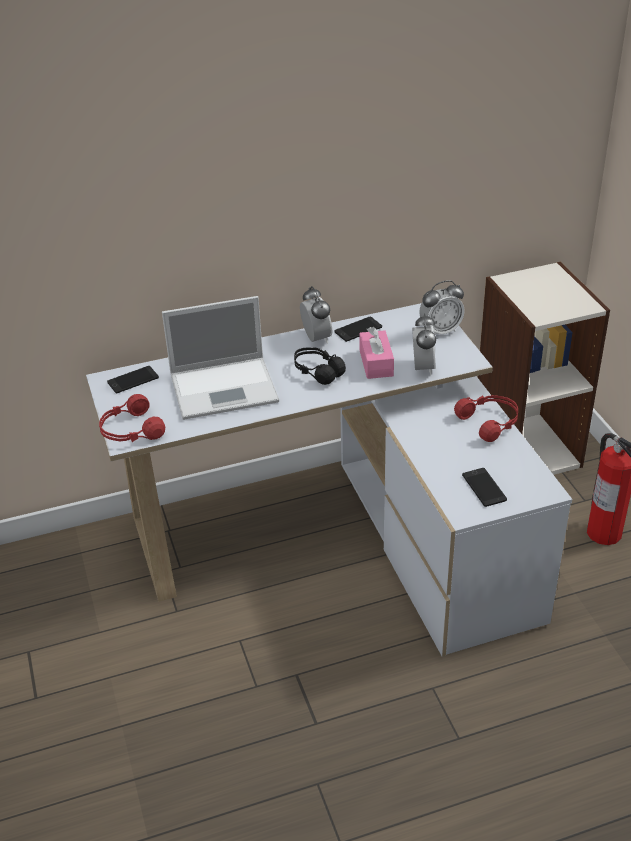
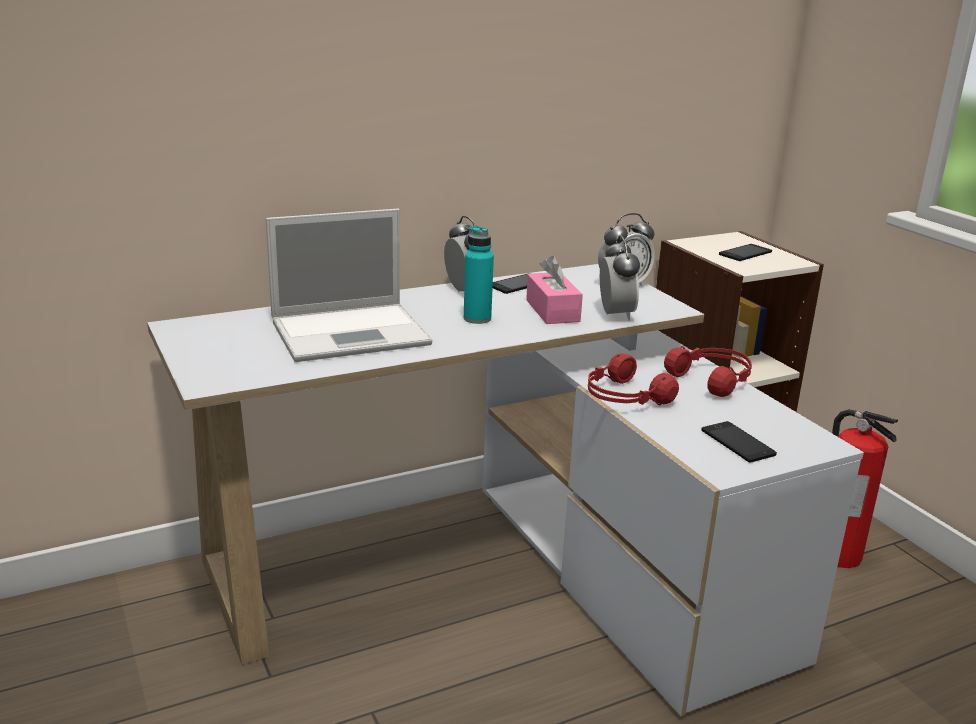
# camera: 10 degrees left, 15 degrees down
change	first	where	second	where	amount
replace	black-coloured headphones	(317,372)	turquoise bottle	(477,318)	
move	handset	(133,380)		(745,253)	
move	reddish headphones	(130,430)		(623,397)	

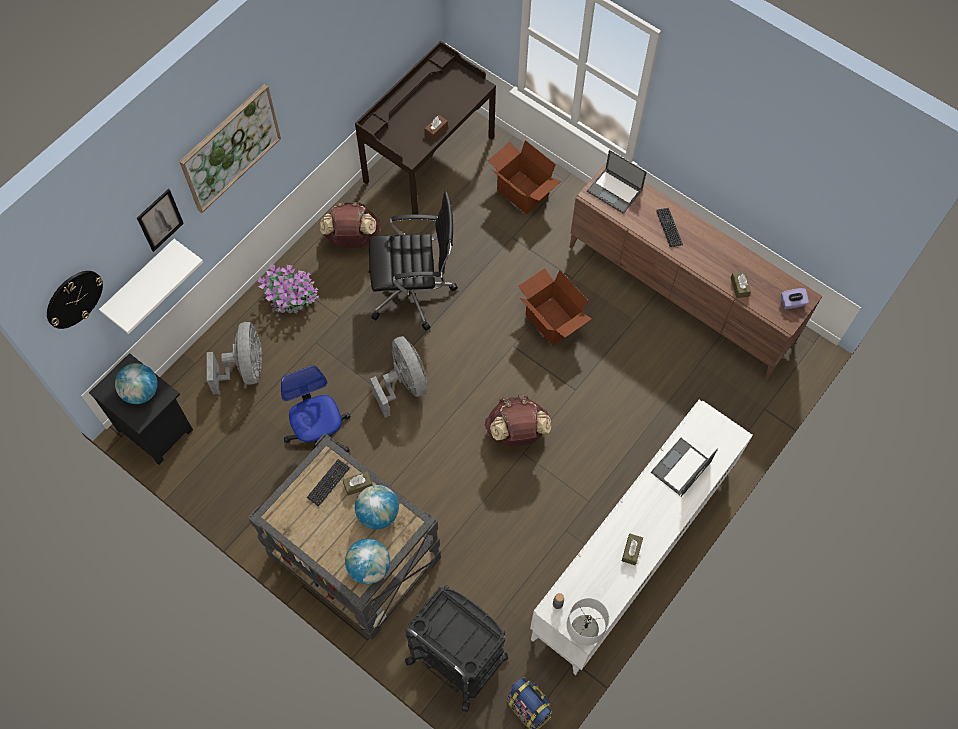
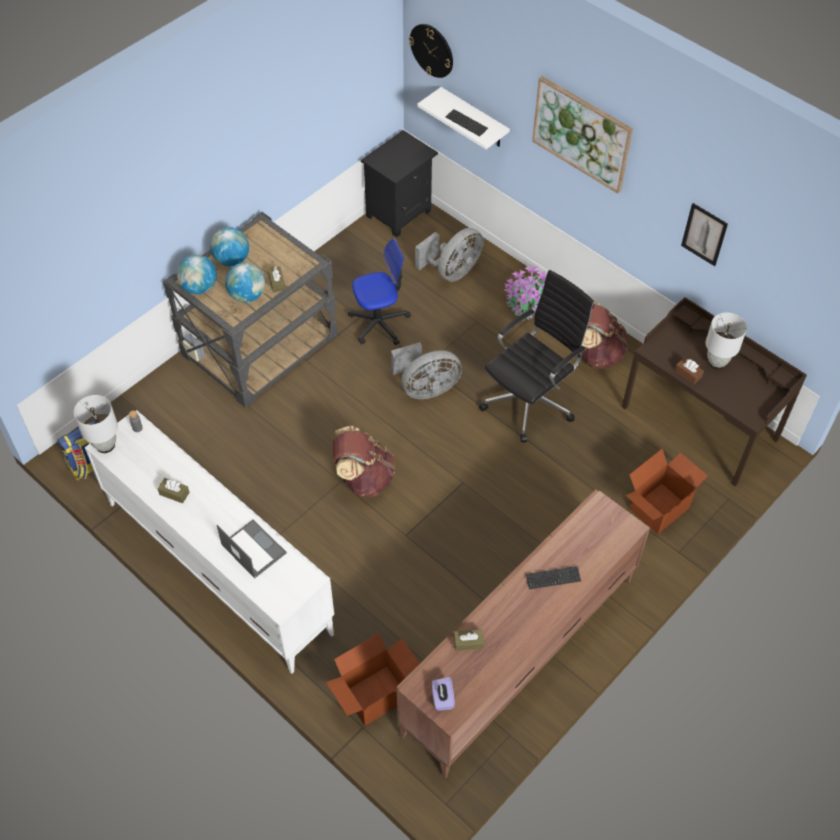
# camera: 95 degrees right, 10 degrees down
change	first	where	second	where	amount
delete	notebook computer	(615,191)			
move	picture	(160,220)		(704,234)	
rotate	black-coloured desk chair	(413,292)		(531,401)	135 degrees counterclockwise
move	packing box	(551,321)		(375,694)	
rotate	grey electric fan	(245,369)		(452,271)	45 degrees counterclockwise
move	world globe	(141,392)		(231,260)	
move	computer keyboard	(328,483)		(466,123)	
delete	black-coloured trolley	(457,659)			
insert			white-coloured tabletop lamp	(717,362)	

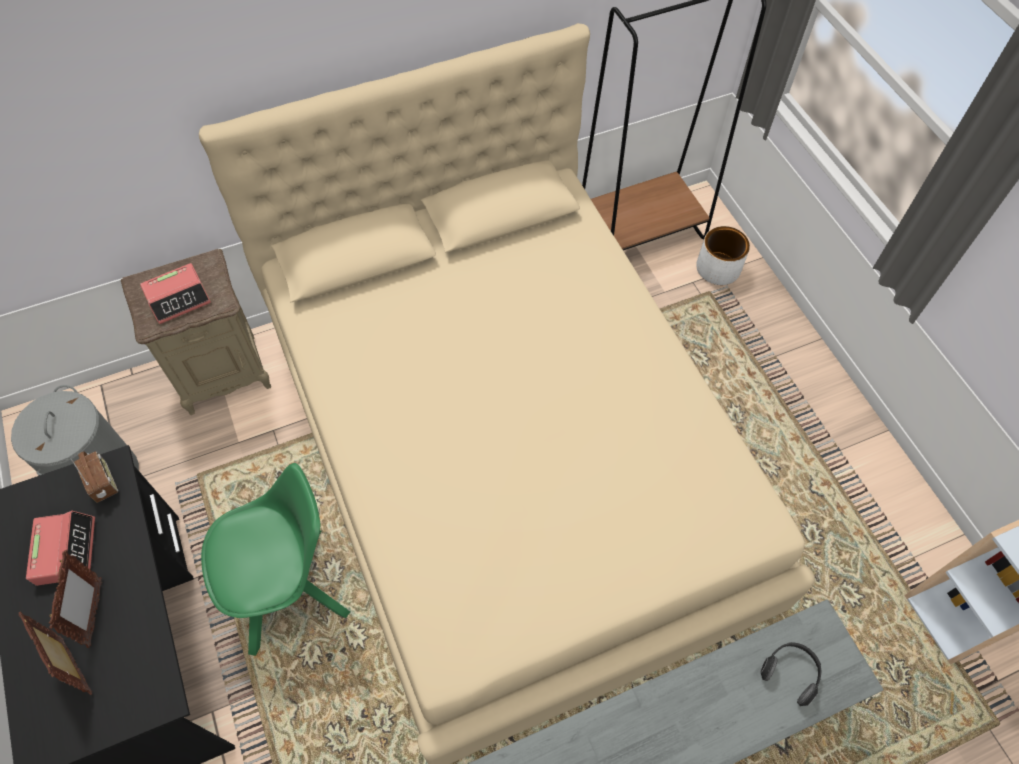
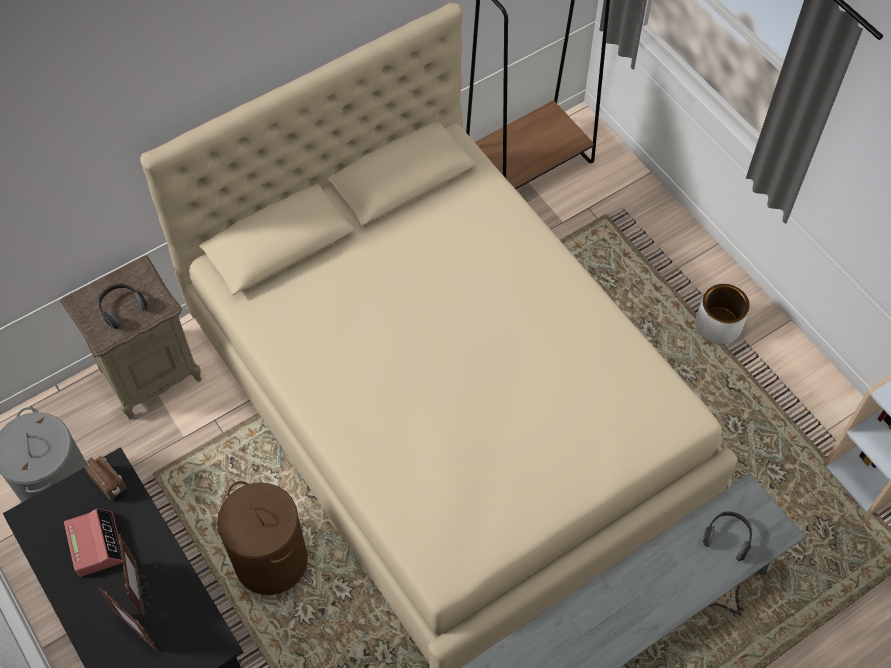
# camera: 10 degrees left, 0 degrees up
change	first	where	second	where	amount
move	white-coloured planter	(717,269)		(718,325)	
replace	alarm clock	(178,298)	headphones	(122,308)	
replace	green chair	(291,589)	brownish hamper	(271,560)	

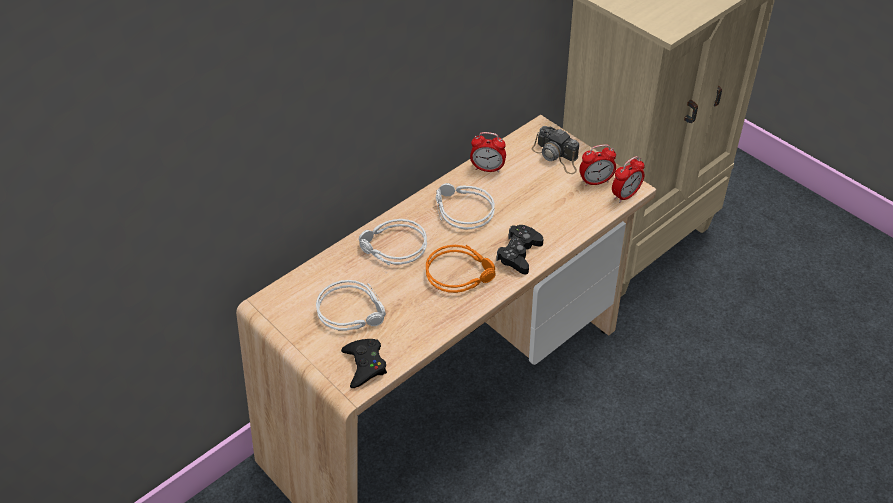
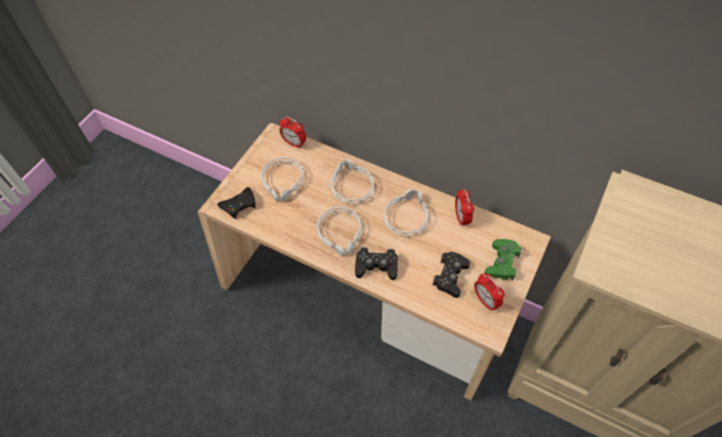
# camera: 70 degrees right, 10 degrees up
change	first	where	second	where	amount
replace	photo camera	(557,156)	green gamepad	(502,262)	
move	alarm clock	(625,195)		(294,143)	
recolor	orange-coloured headphones	(461,272)	grey headphones	(342,233)	
insert			black-coloured gamepad	(450,276)	

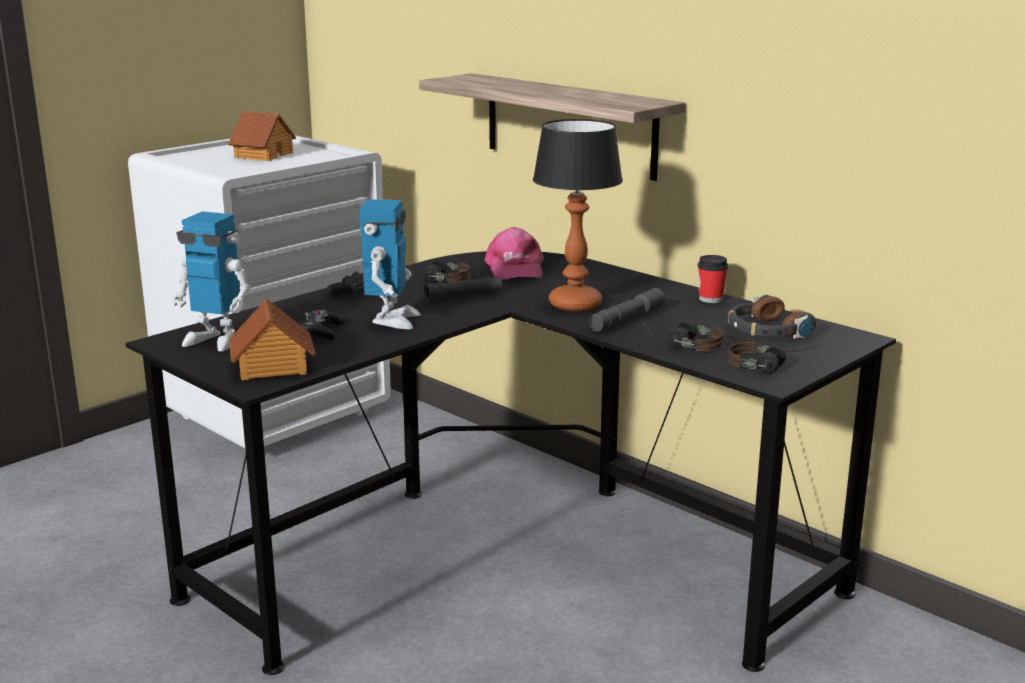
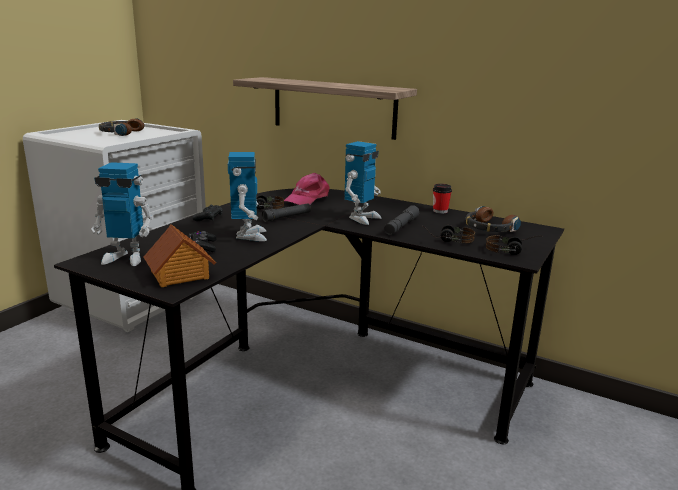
# camera: 15 degrees left, 0 degrees up
change	first	where	second	where	amount
replace	miniature house	(263,155)	headphones	(120,132)	
replace	tabletop lamp	(574,304)	toy robot	(361,218)	
rotate	pinkish peaked cap	(514,268)		(307,199)	60 degrees clockwise

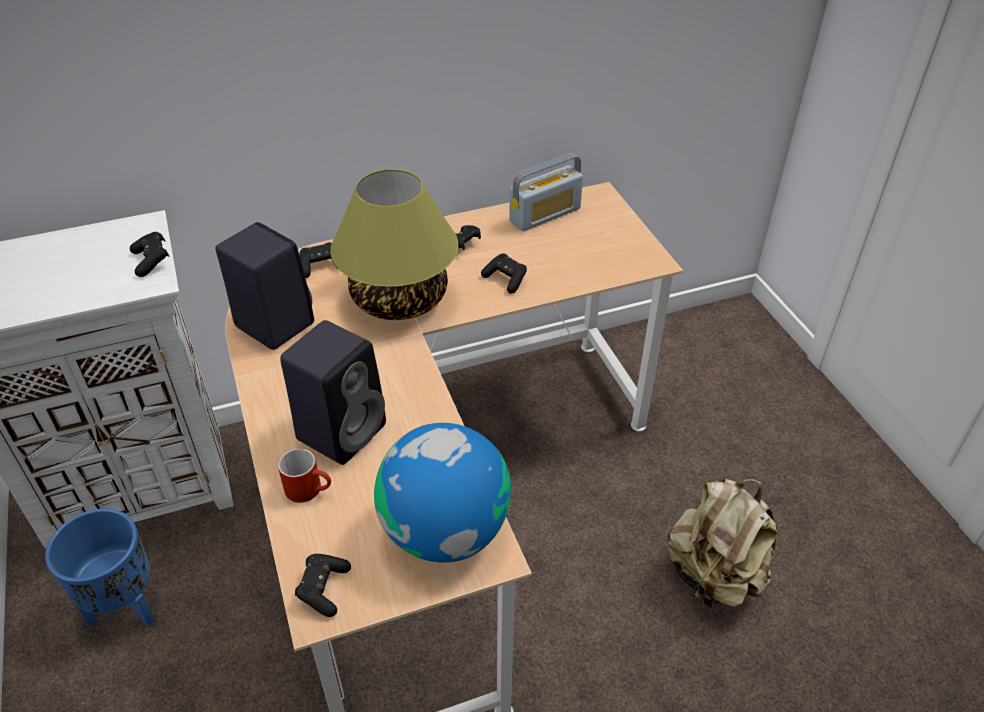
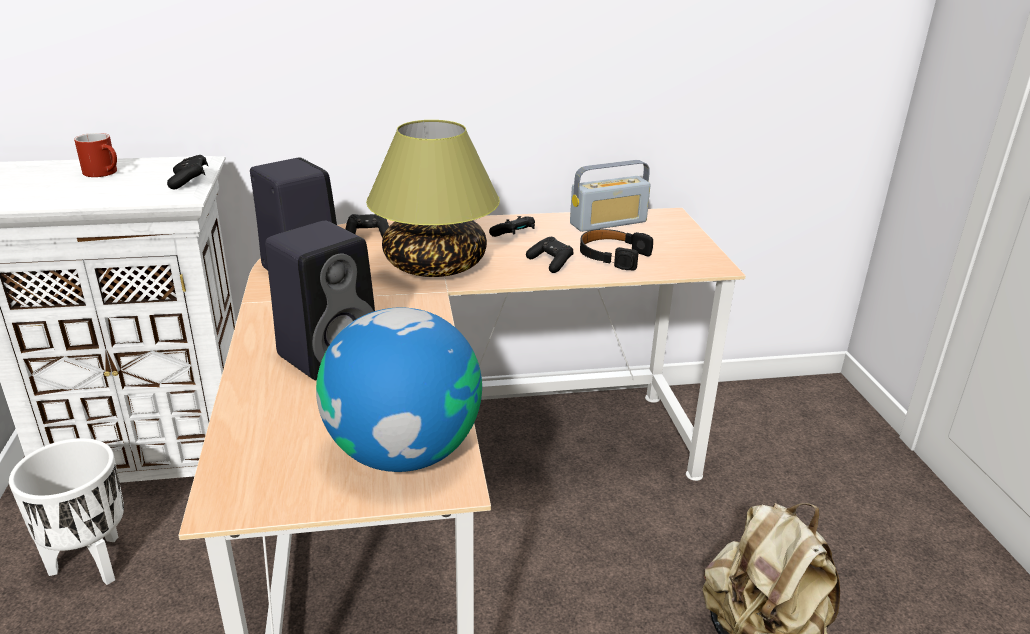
# camera: 10 degrees right, 15 degrees down
change	first	where	second	where	amount
move	reddish mug	(310,489)		(105,173)	
recolor	bluish planter	(126,607)	white-coloured planter	(93,563)	
delete	black-coloured gamepad	(323,589)			
insert			black-coloured headphones	(612,256)	

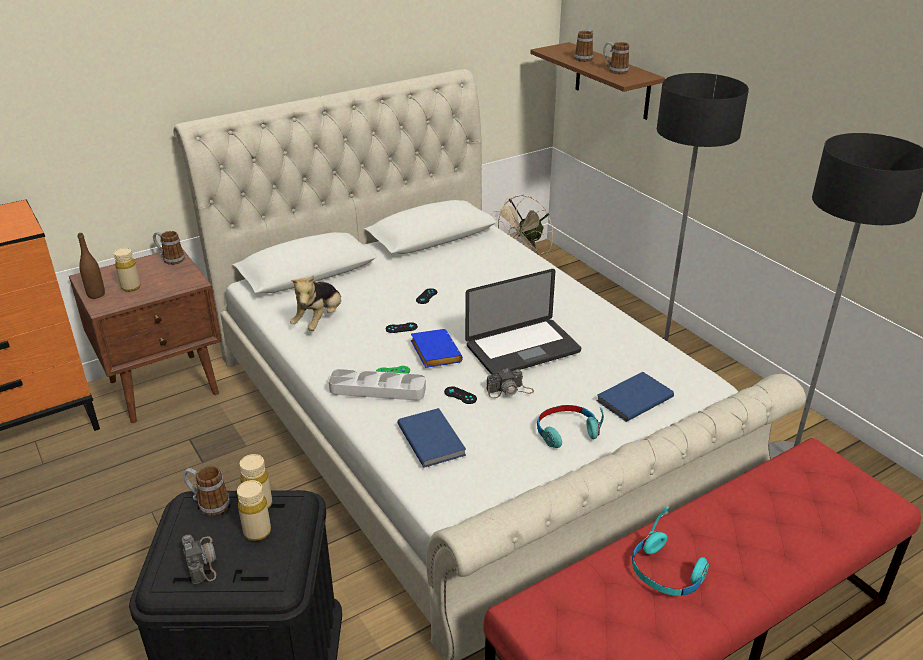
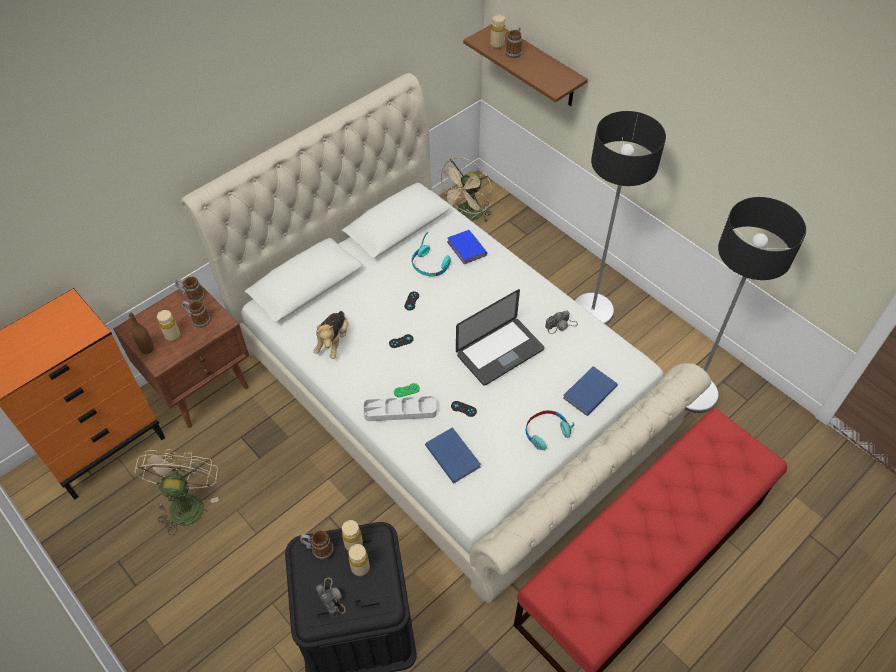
# camera: 10 degrees left, 20 degrees up
change	first	where	second	where	amount
move	mug	(614,70)		(198,320)	
move	bluish volume	(433,352)		(465,249)	
move	photo camera	(509,390)		(561,325)	
move	turquoise headphones	(666,573)		(430,265)	
insert			beige bottle	(497,45)	
insert			beige electric fan	(187,502)	

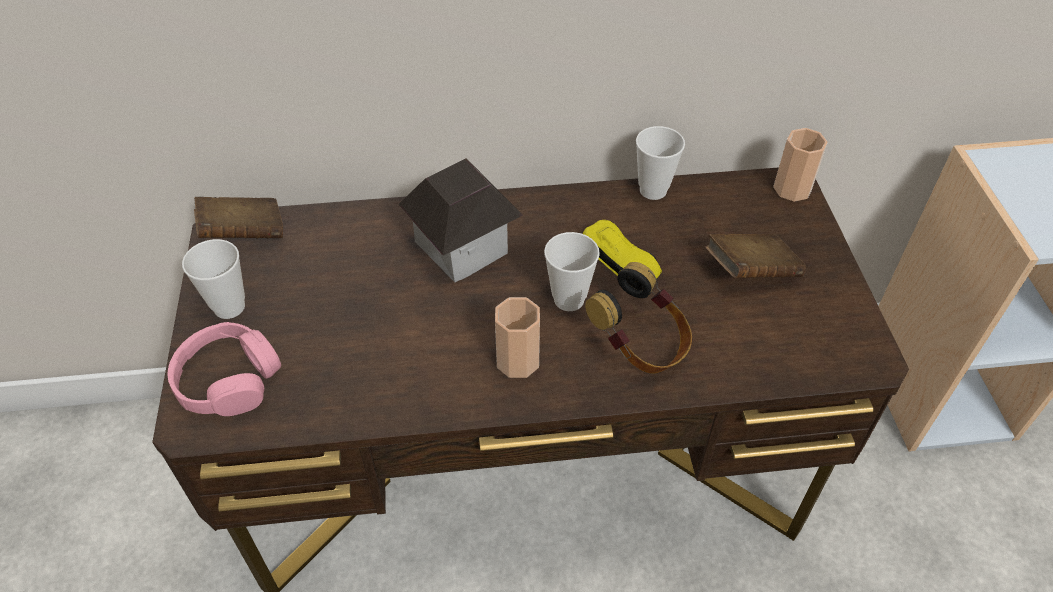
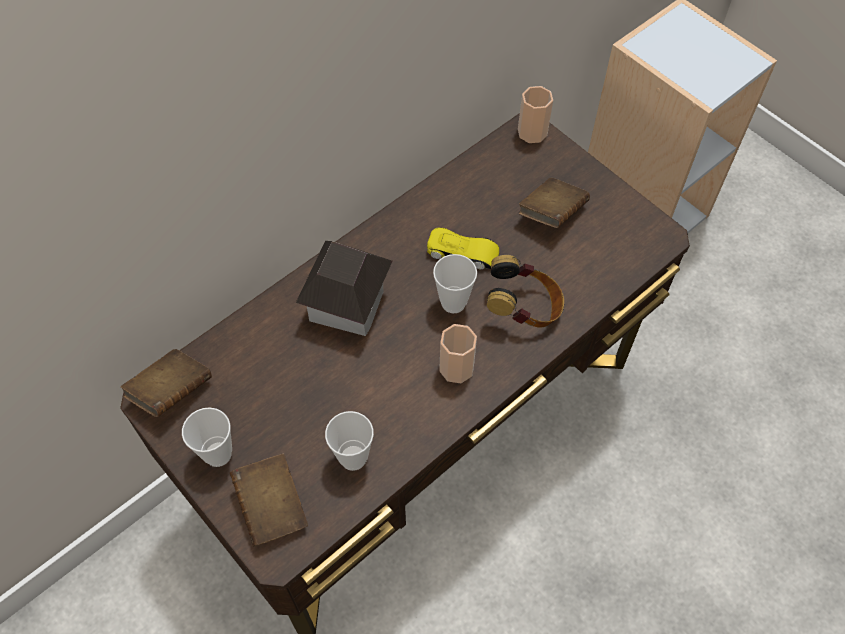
# camera: 35 degrees left, 10 degrees up
change	first	where	second	where	amount
move	cup	(653,190)		(353,458)	
replace	pinkish headphones	(228,380)	brownish volume	(272,506)	

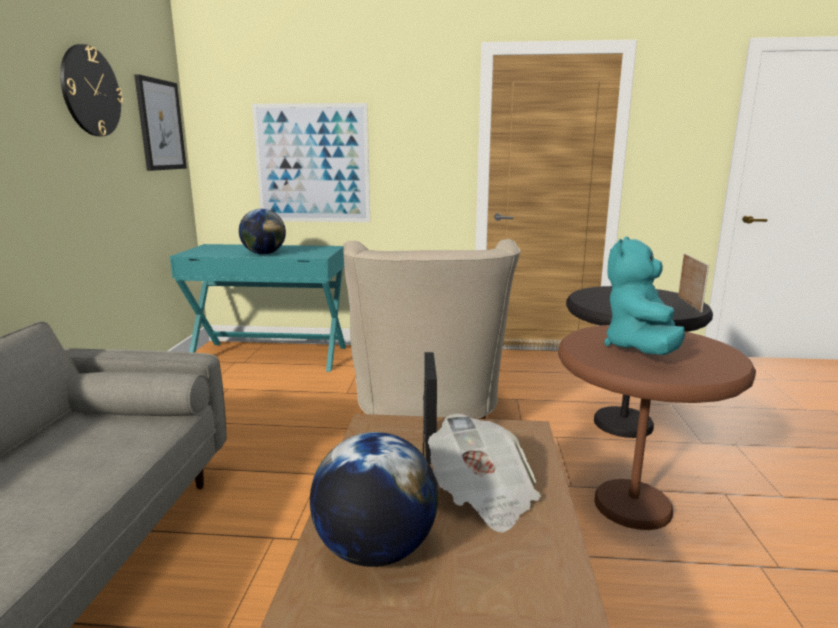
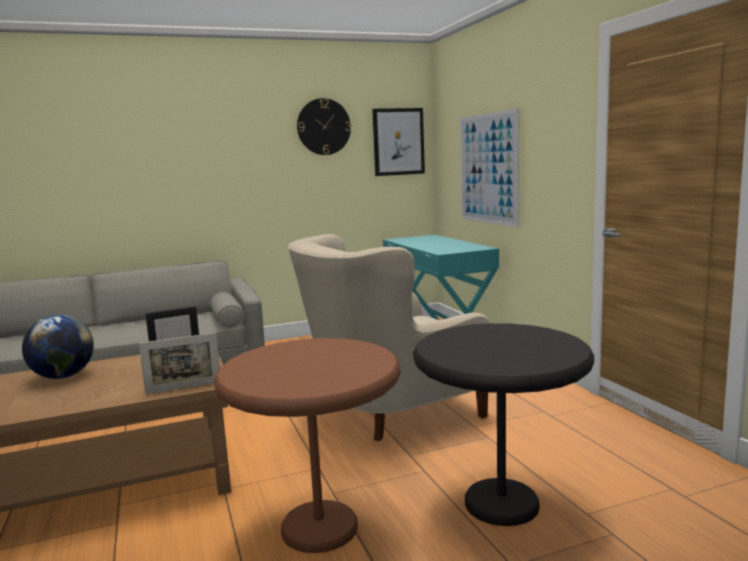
# camera: 65 degrees right, 5 degrees down
change	first	where	second	where	amount
delete	world globe	(264,254)			
delete	turquoise soft toy	(640,349)			
move	picture frame	(689,303)		(184,388)	
delete	newspaper	(482,496)			

